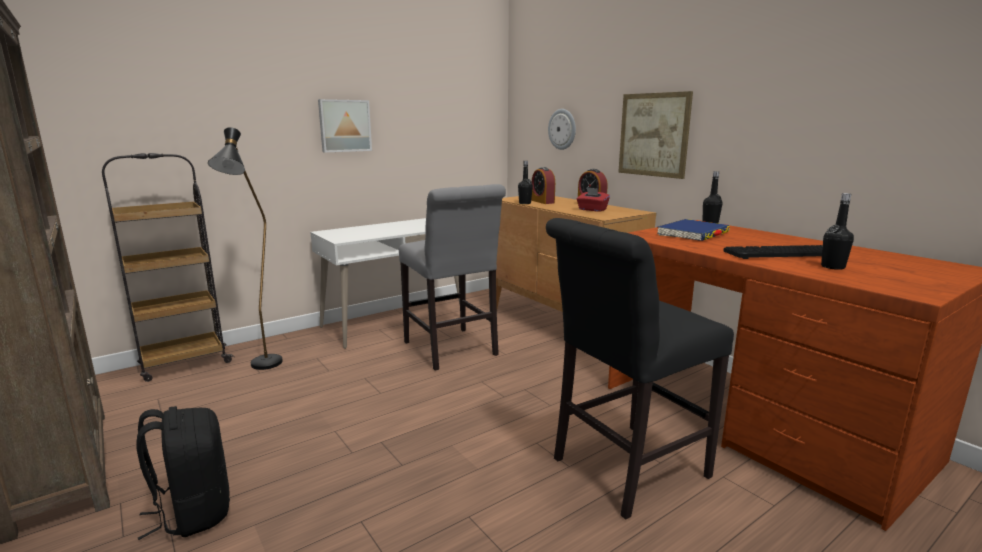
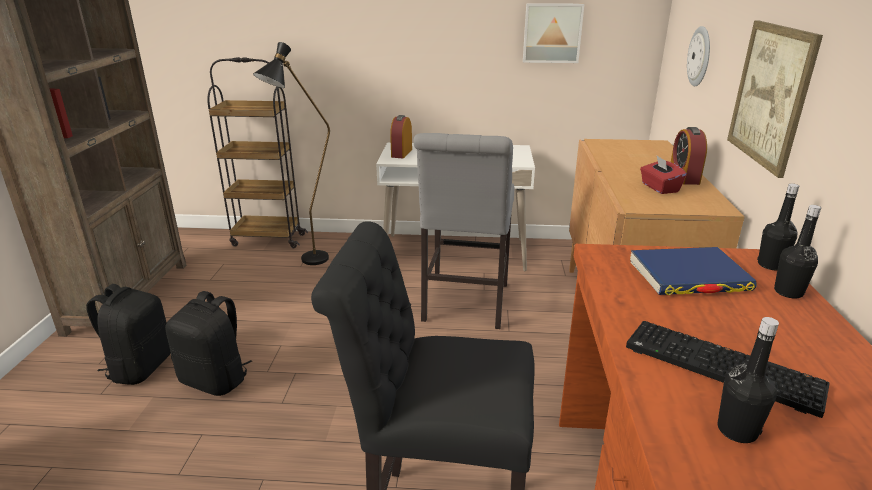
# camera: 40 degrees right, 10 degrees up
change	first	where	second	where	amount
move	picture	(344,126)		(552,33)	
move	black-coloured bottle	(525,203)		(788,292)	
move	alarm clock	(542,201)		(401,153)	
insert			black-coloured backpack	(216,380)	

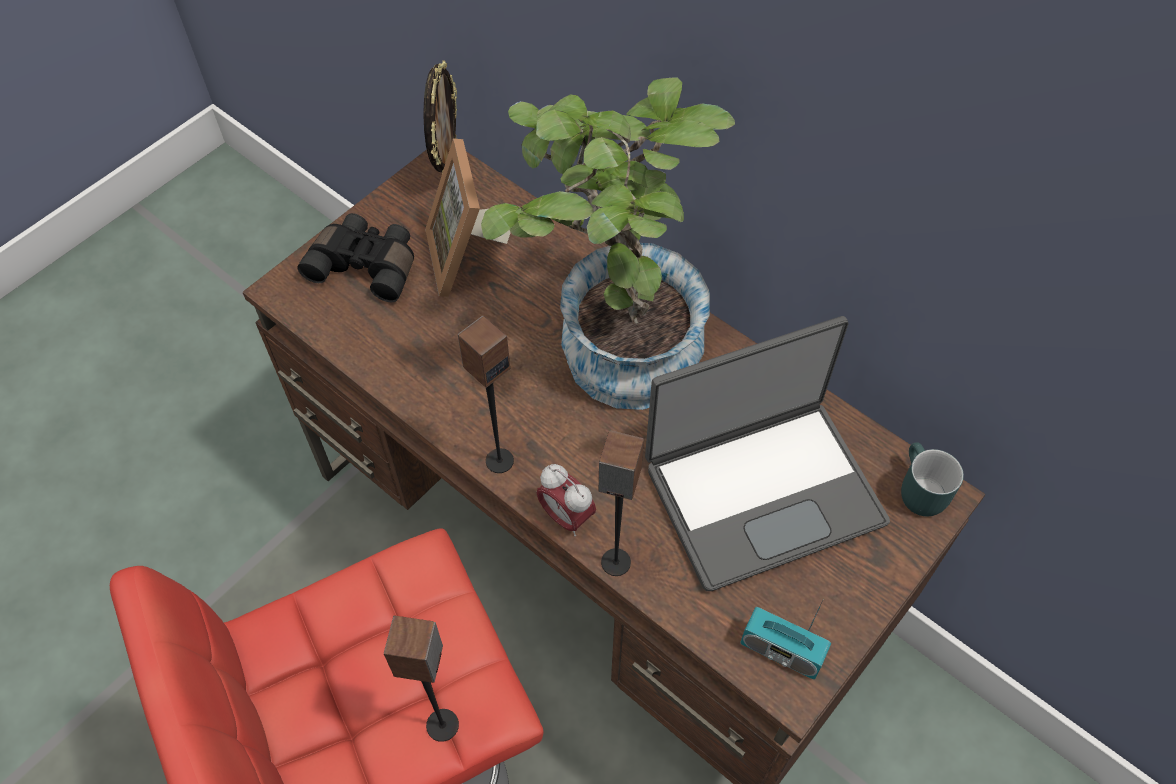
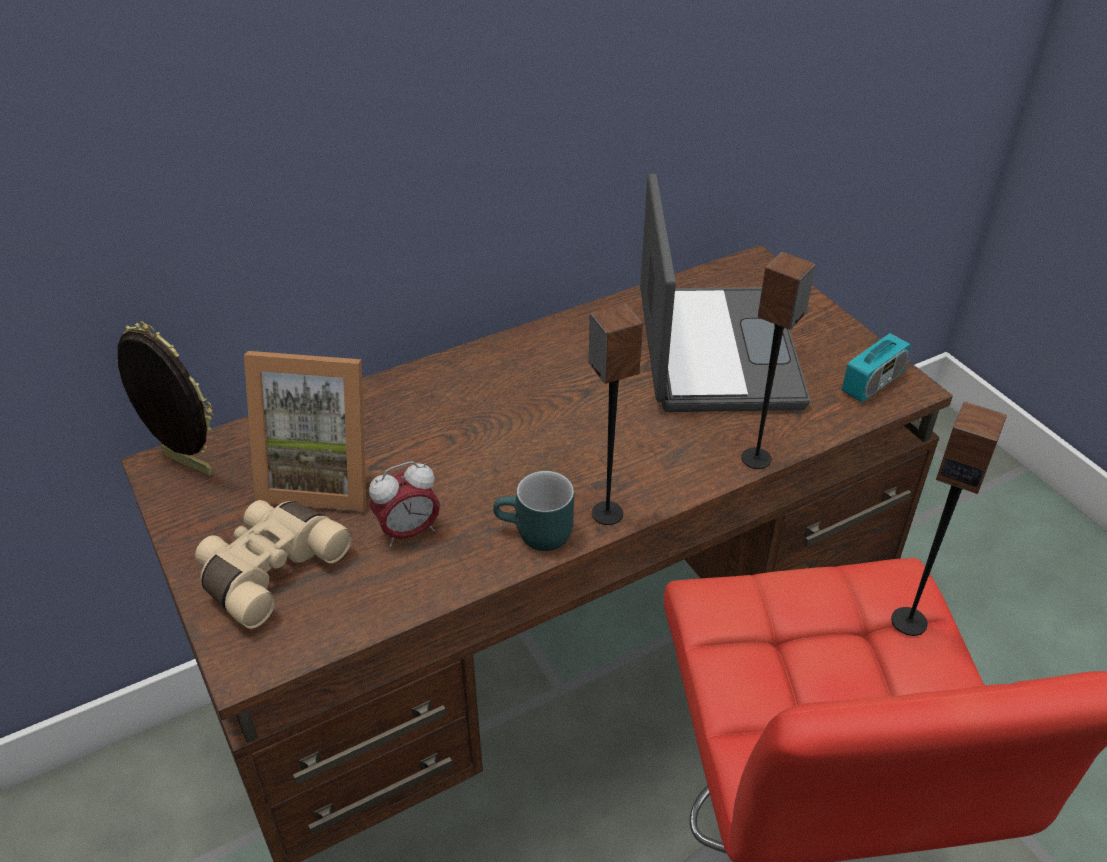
# camera: 70 degrees left, 15 degrees down
change	first	where	second	where	amount
delete	houseplant	(612,345)			
recolor	black-coloured binoculars	(367,265)	beige binoculars	(268,569)	
move	turquoise mug	(916,491)		(535,535)	
move	alarm clock	(566,516)		(408,532)	

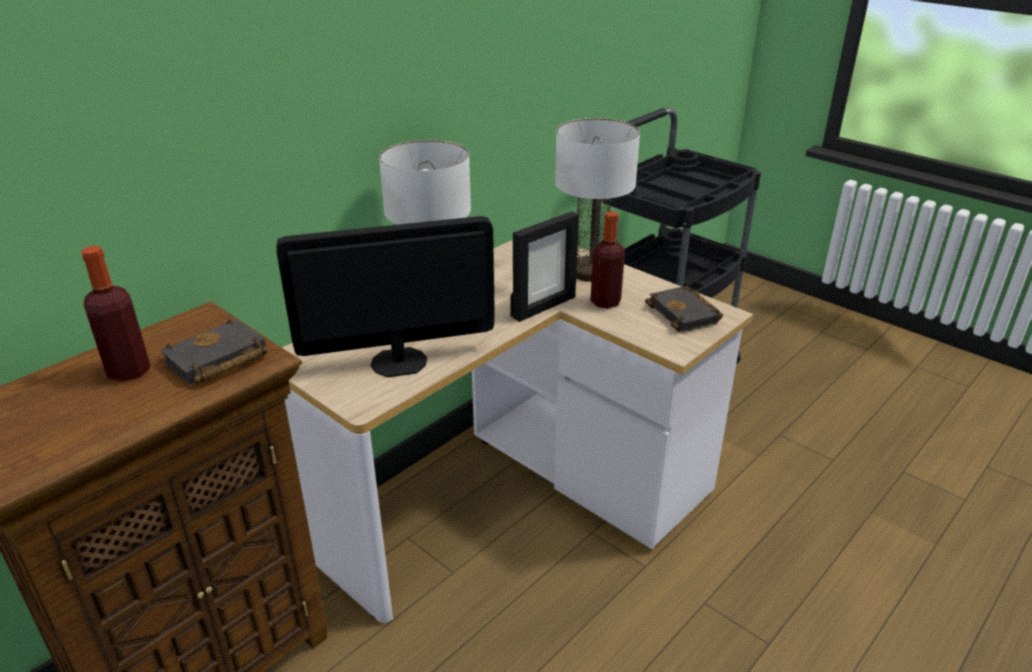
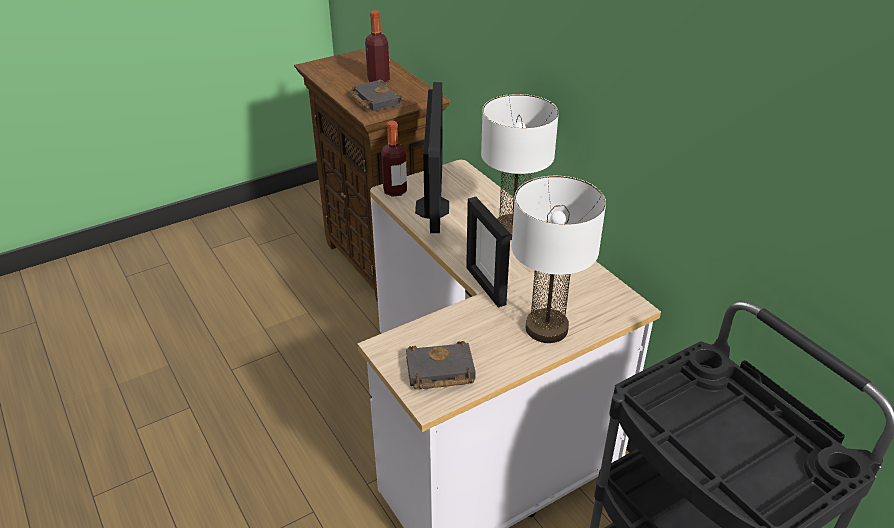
# camera: 105 degrees right, 5 degrees up
change	first	where	second	where	amount
move	bottle	(605,302)		(395,191)	

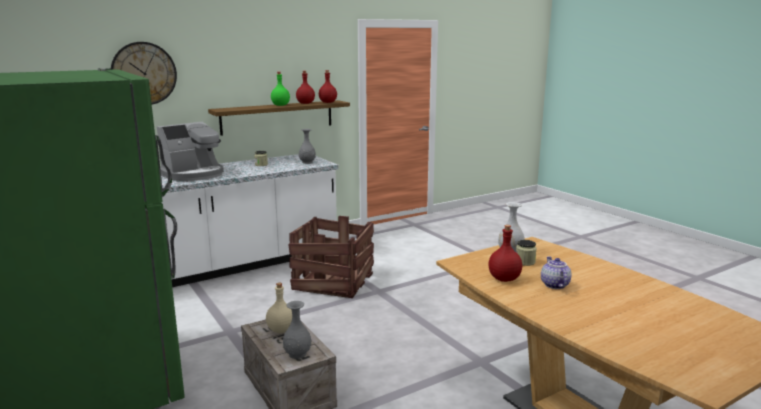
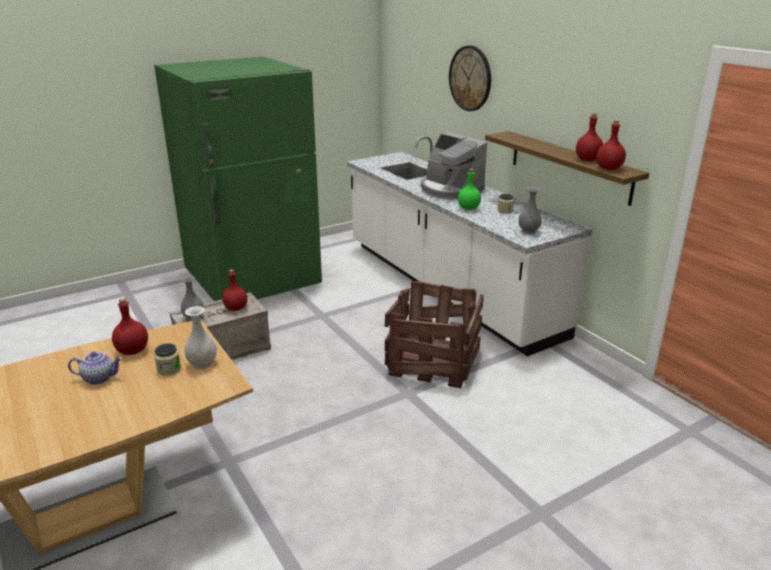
# camera: 90 degrees right, 10 degrees up
change	first	where	second	where	amount
move	green bottle	(280,105)		(468,208)	
recolor	beige bottle	(281,330)	reddish bottle	(235,308)	

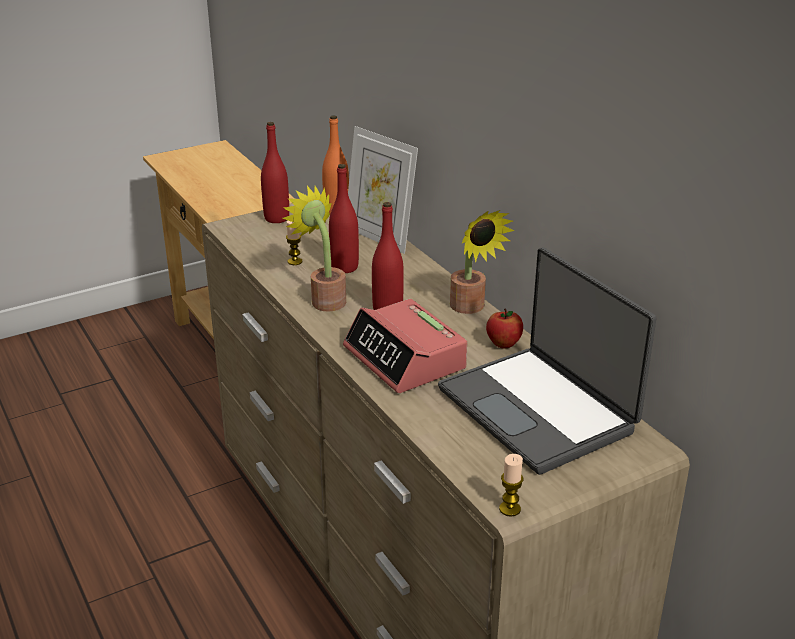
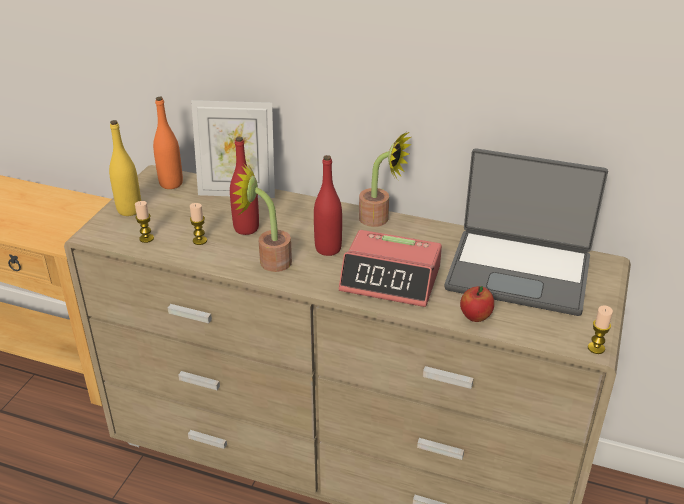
# camera: 40 degrees left, 5 degrees up
change	first	where	second	where	amount
recolor	reddish bottle	(276,218)	yellow bottle	(129,210)	
move	apple fruit	(503,344)		(475,317)	
insert			wax candle	(146,238)	

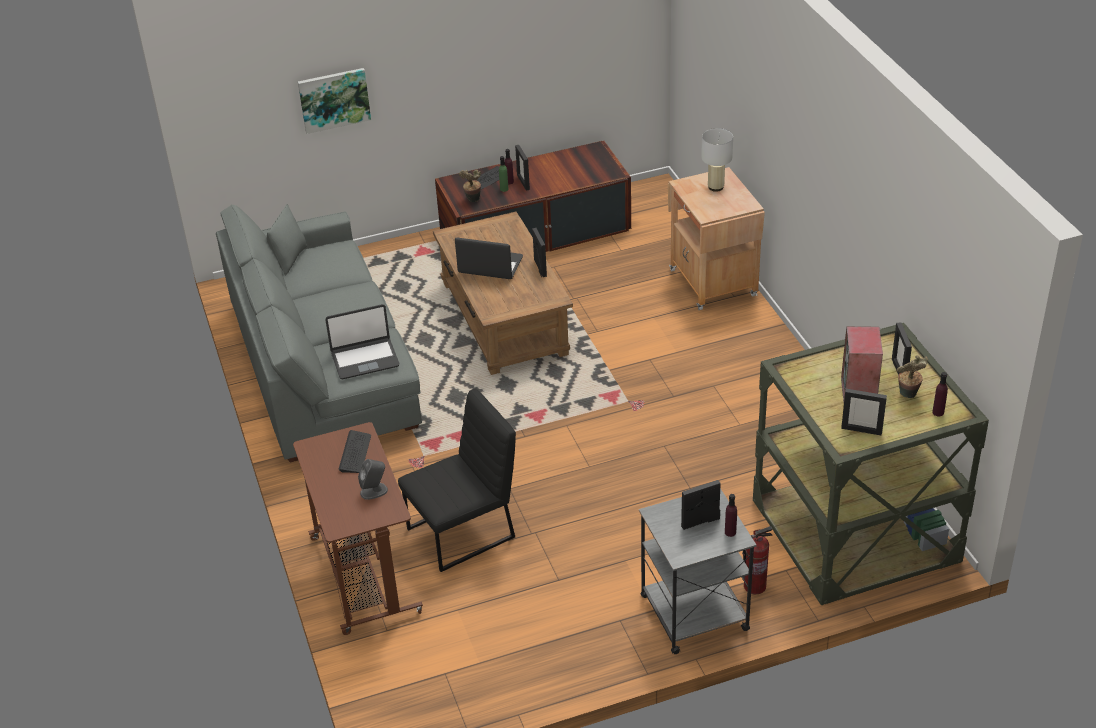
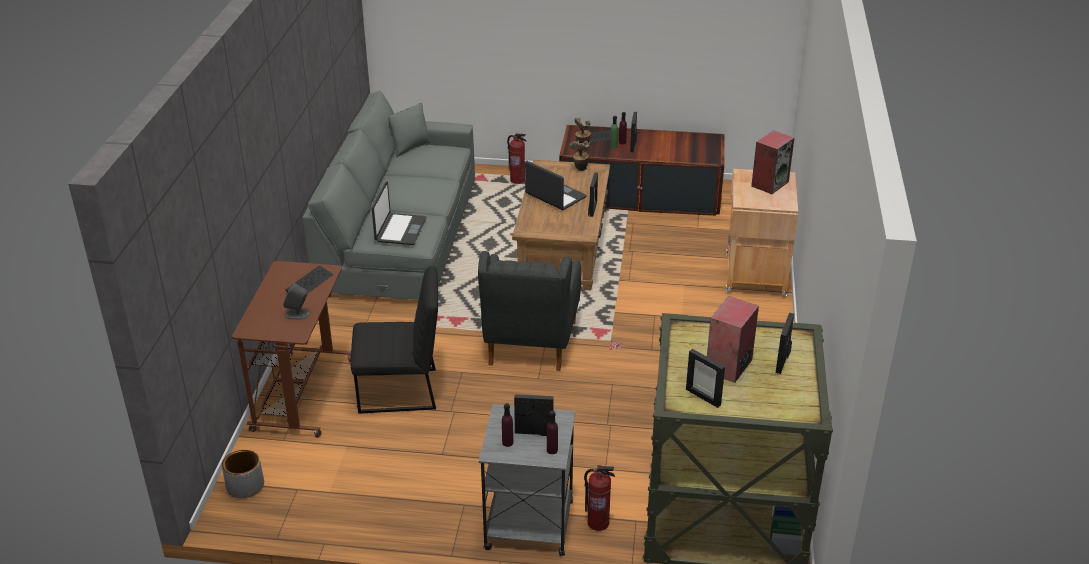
# camera: 25 degrees right, 5 degrees down
change	first	where	second	where	amount
delete	picture	(334,99)			
replace	white-coloured tabletop lamp	(715,187)	speaker	(769,183)	
rotate	notebook computer	(365,359)		(400,230)	90 degrees counterclockwise
move	houseplant	(908,395)		(580,169)	
move	purple bottle	(938,412)		(507,443)	
insert			extinguisher	(517,180)	
insert			grey armchair	(529,344)	
insert			grey planter	(245,486)	

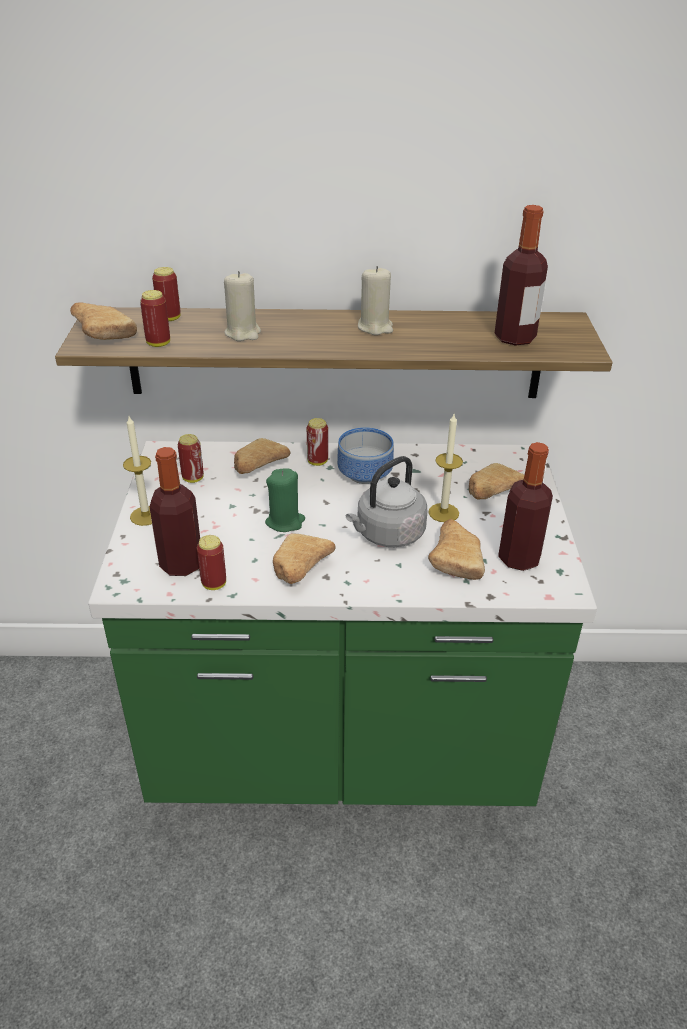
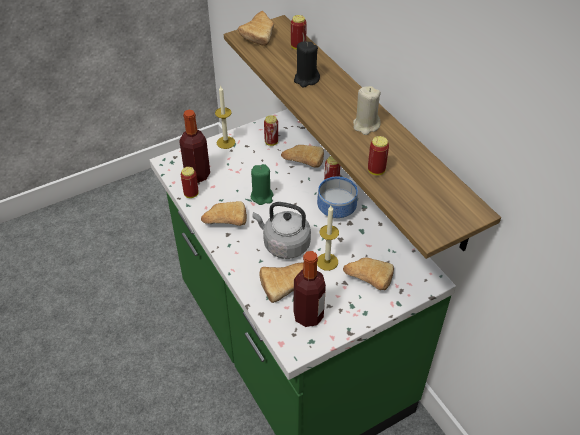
# camera: 60 degrees right, 10 degrees up
change	first	where	second	where	amount
delete	bottle	(515,338)			
recolor	beige wax candle	(243,333)	black-coloured wax candle	(306,79)	
move	metal can	(158,343)		(376,170)	

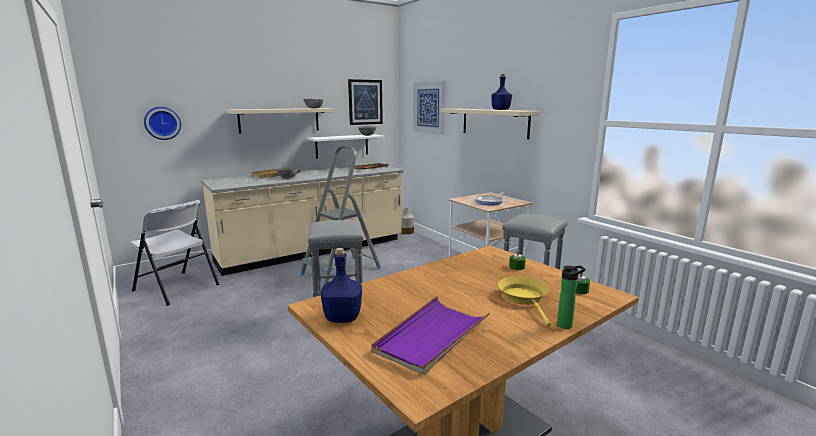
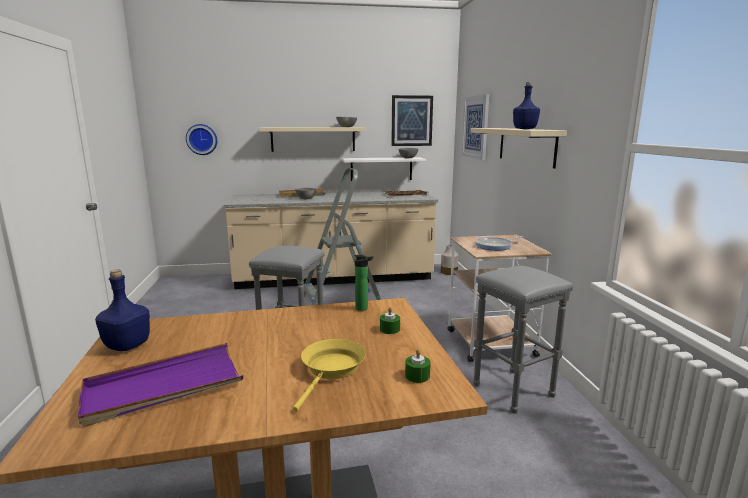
# camera: 25 degrees right, 0 degrees up
change	first	where	second	where	amount
delete	white-coloured chair	(176,288)			
move	bottle	(566,325)		(363,308)	

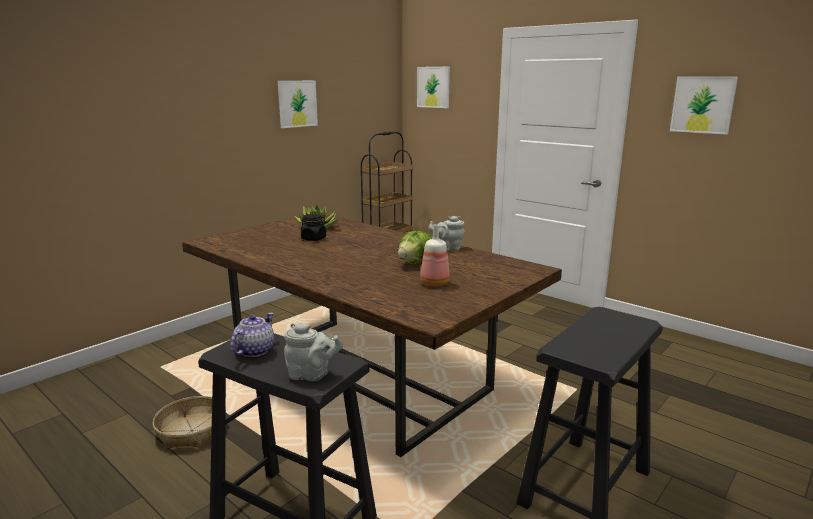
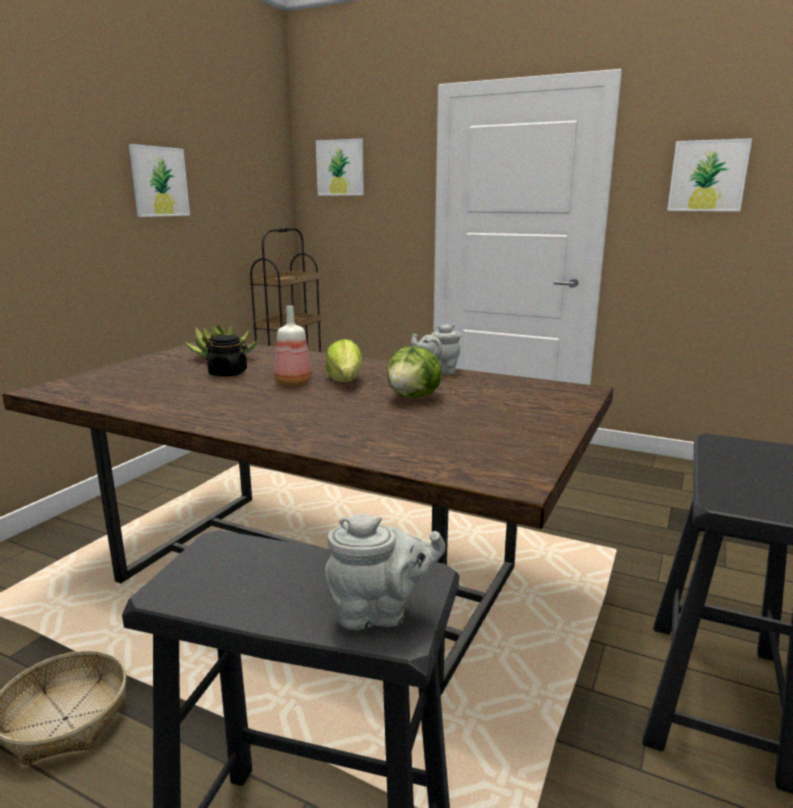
# camera: 15 degrees left, 0 degrees up
change	first	where	second	where	amount
move	bottle	(434,283)		(292,383)	
delete	tea pot	(254,350)			
insert			lettuce head	(345,381)	

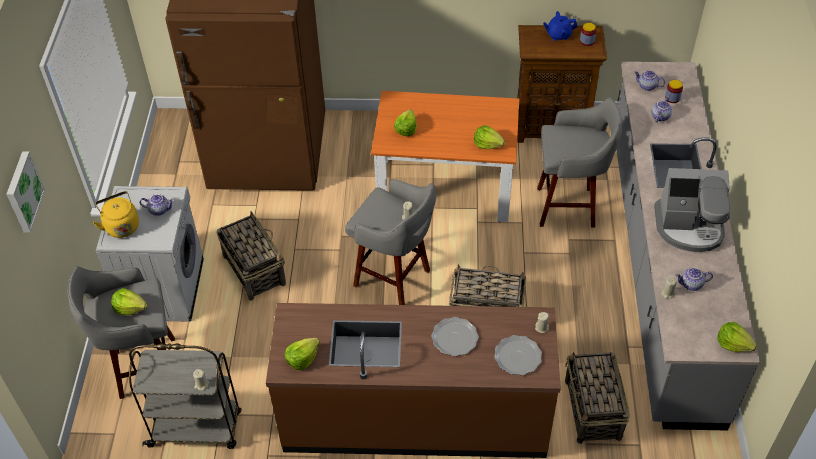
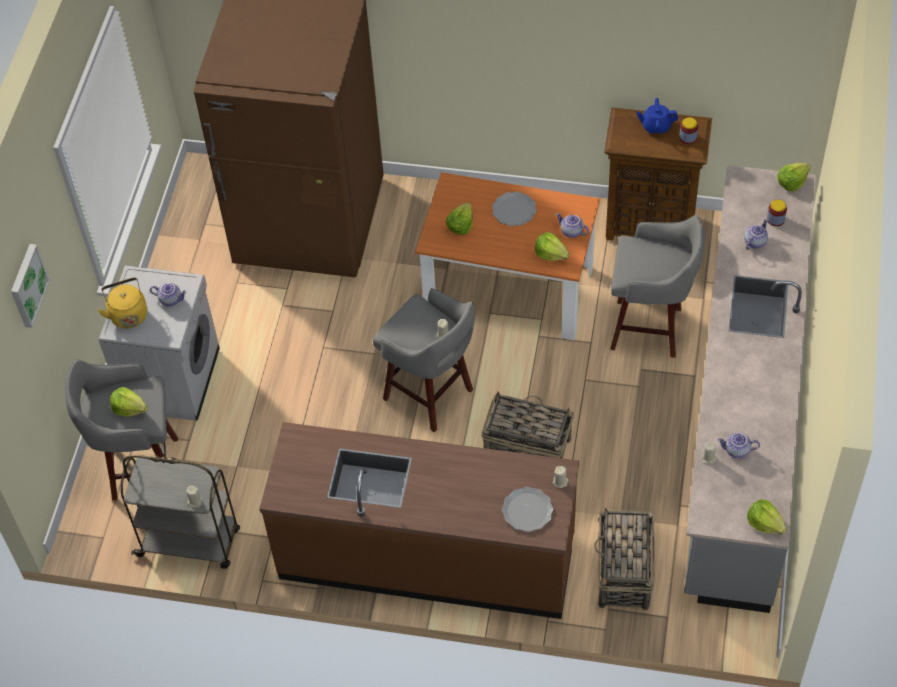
# camera: 10 degrees right, 5 degrees up
change	first	where	second	where	amount
move	tea pot	(647,86)		(571,232)	
delete	coffee machine	(689,227)			
delete	storage basket	(254,269)			
move	plate	(455,338)		(514,210)	
move	lettuce head	(302,358)		(792,182)	

